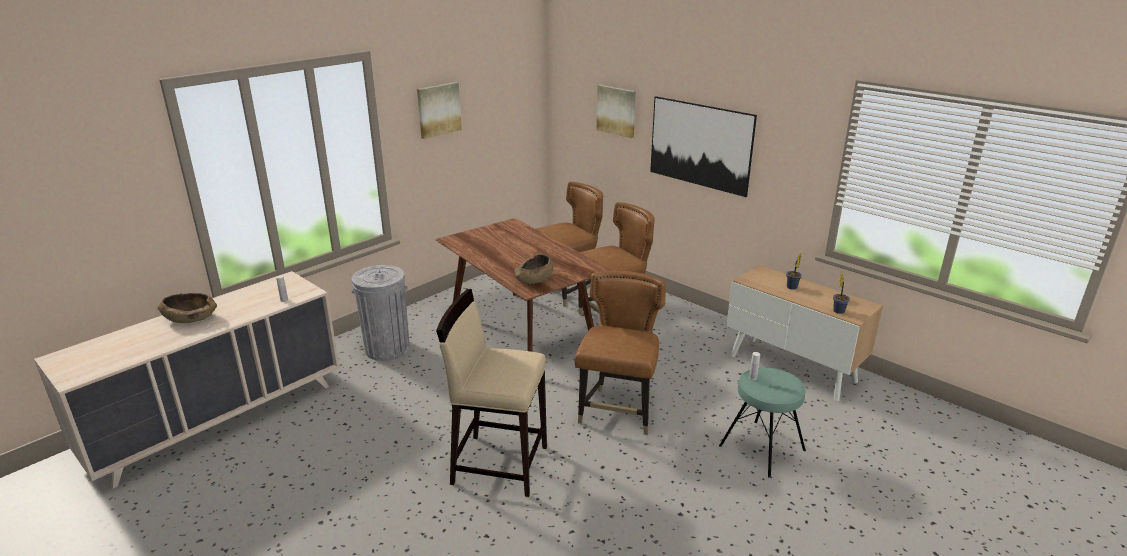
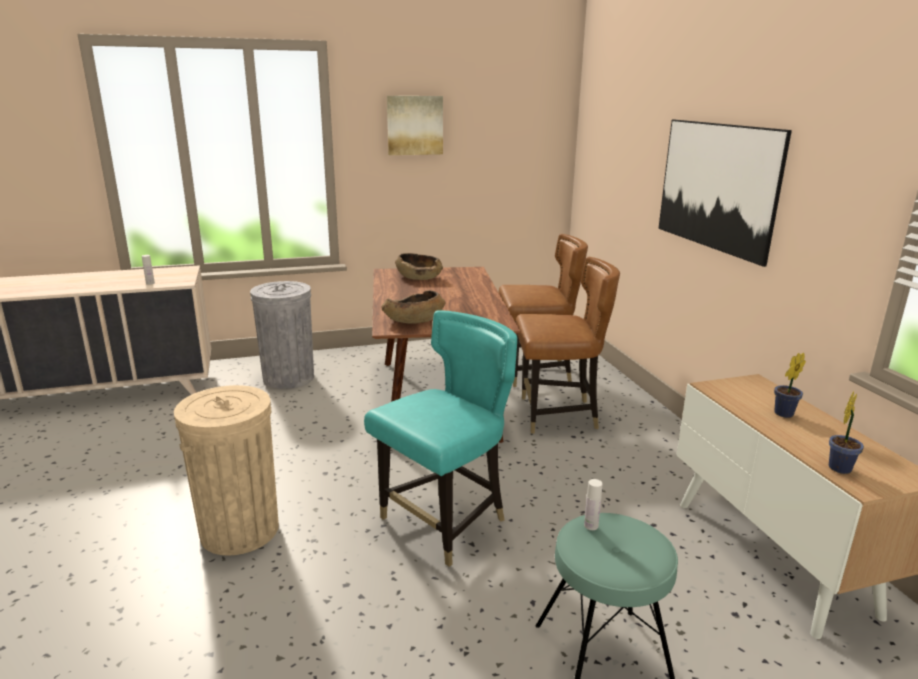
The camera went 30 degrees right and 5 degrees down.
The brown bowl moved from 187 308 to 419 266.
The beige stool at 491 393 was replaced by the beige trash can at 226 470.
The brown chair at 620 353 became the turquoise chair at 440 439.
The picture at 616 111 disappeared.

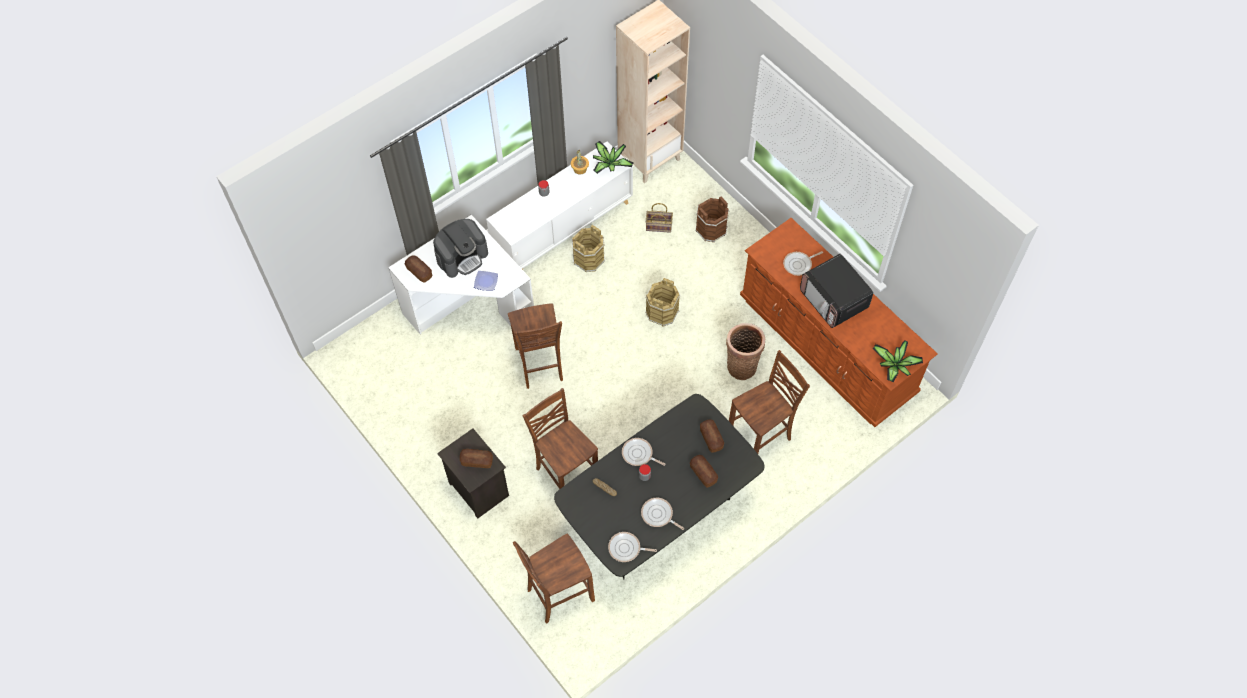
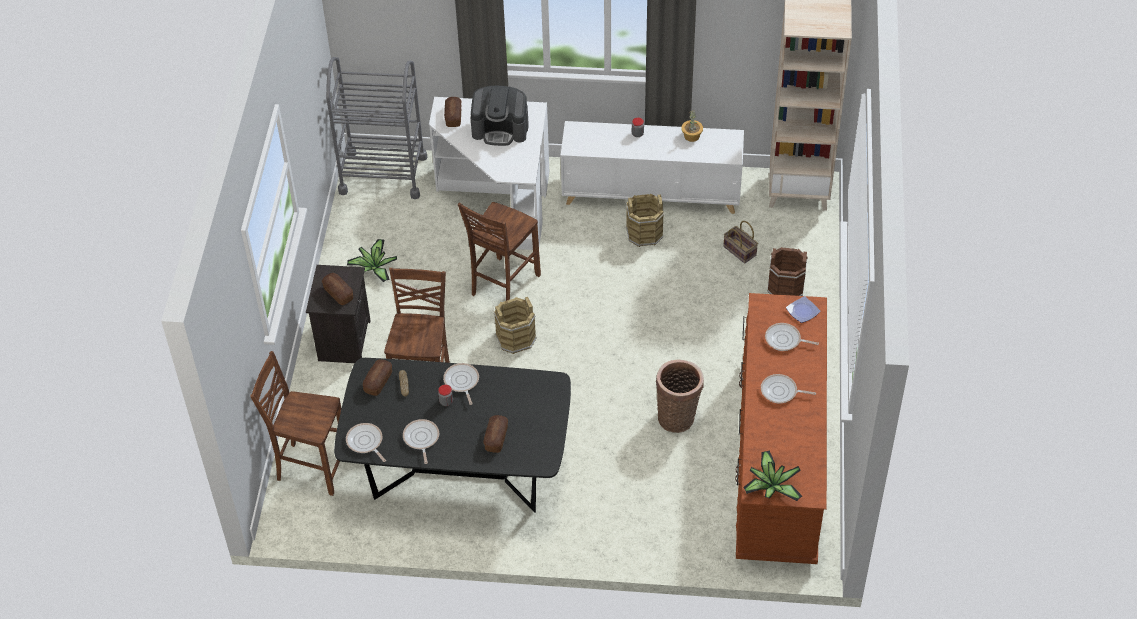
The camera went 45 degrees right and 10 degrees down.
The plate moved from 486 281 to 803 309.
The potted plant moved from 613 157 to 372 260.
The brown bucket moved from 662 302 to 515 325.
The bread moved from 712 436 to 377 377.
The brown chair at 769 402 disappeared.
The microwave at 836 291 was replaced by the frying pan at 788 389.
The grey cart at 376 128 appeared.

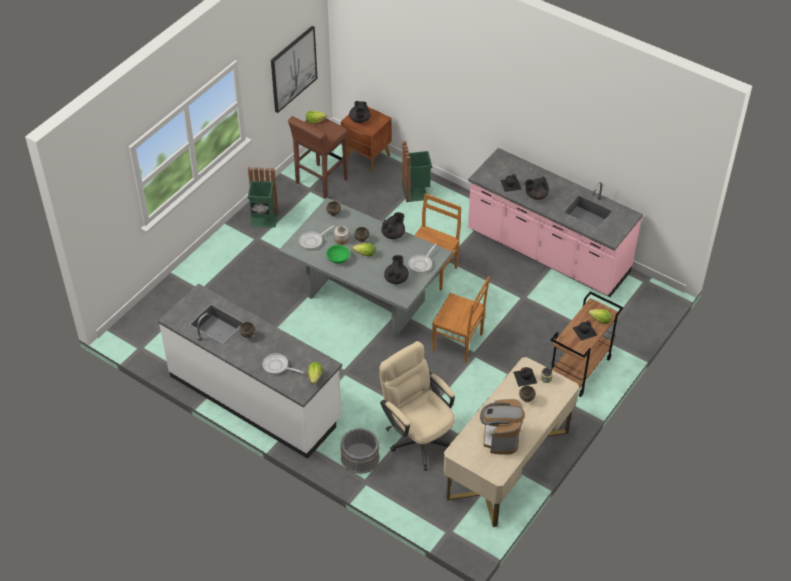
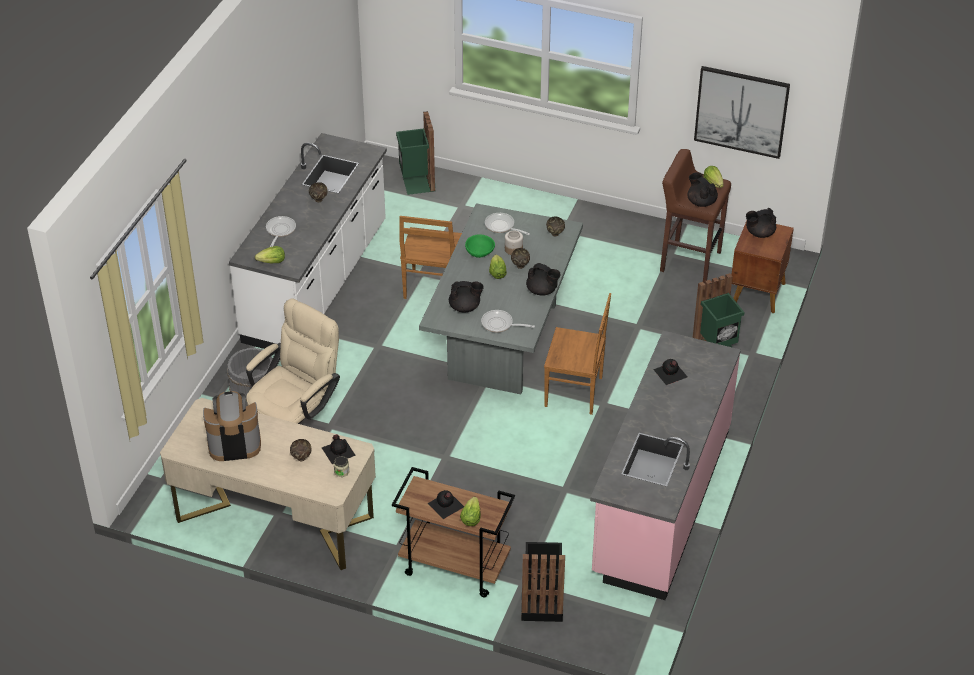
The camera went 75 degrees right and 5 degrees down.
The green trash can moved from 263 197 to 415 153.
The brown chair moved from 461 319 to 430 257.
The black teapot moved from 537 188 to 702 189.
The black trash can at 543 582 appeared.

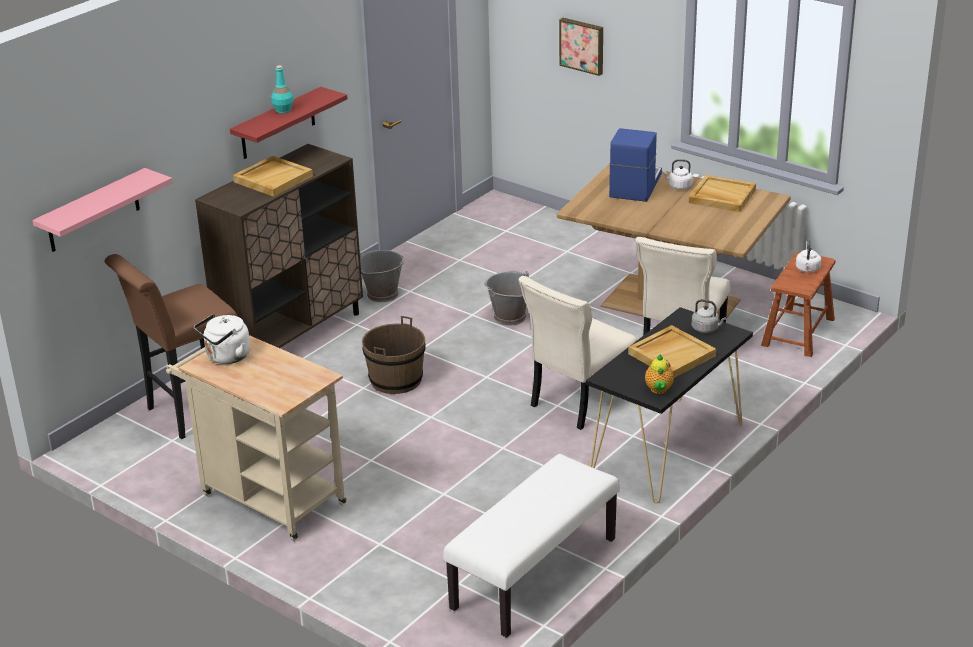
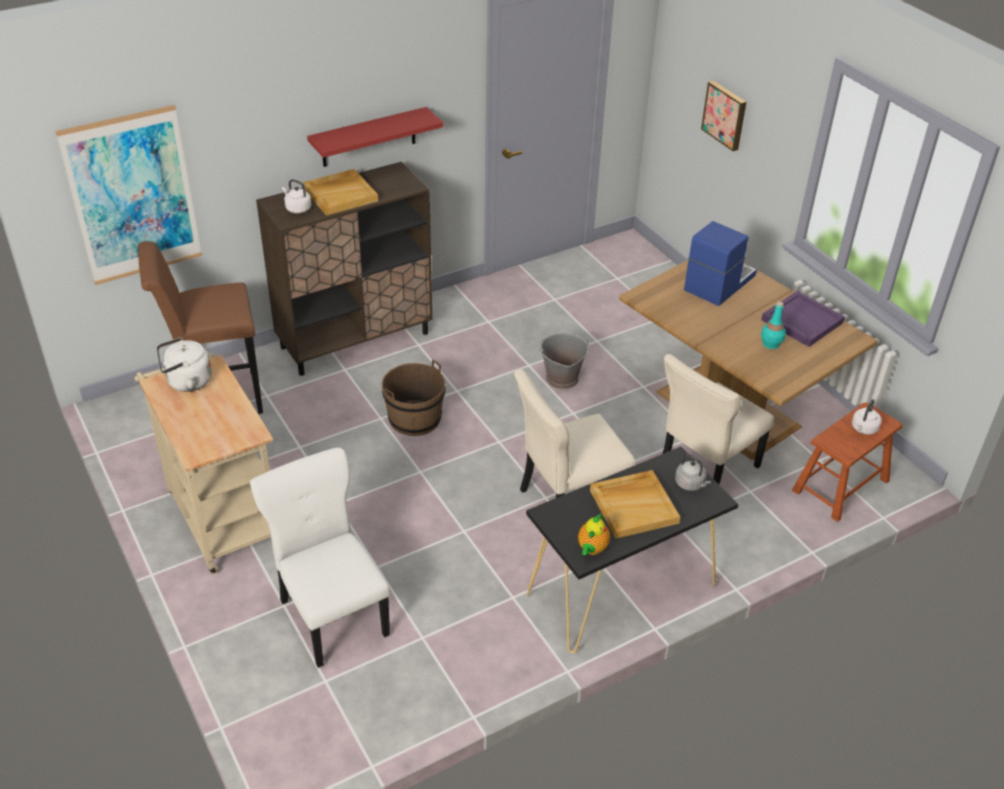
The camera went 20 degrees right and 10 degrees up.
The pink shelf at 102 210 was replaced by the picture at 129 195.
The turquoise bottle moved from 282 89 to 773 325.
The grey bucket at 382 276 disappeared.
The white bench at 531 546 disappeared.
The white kettle moved from 677 174 to 296 196.
The beige tray at 722 193 became the purple tray at 803 319.
The white chair at 320 557 appeared.

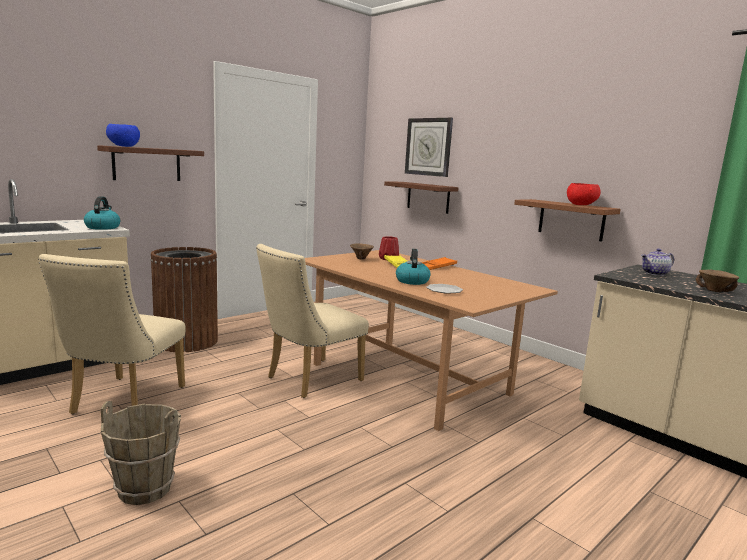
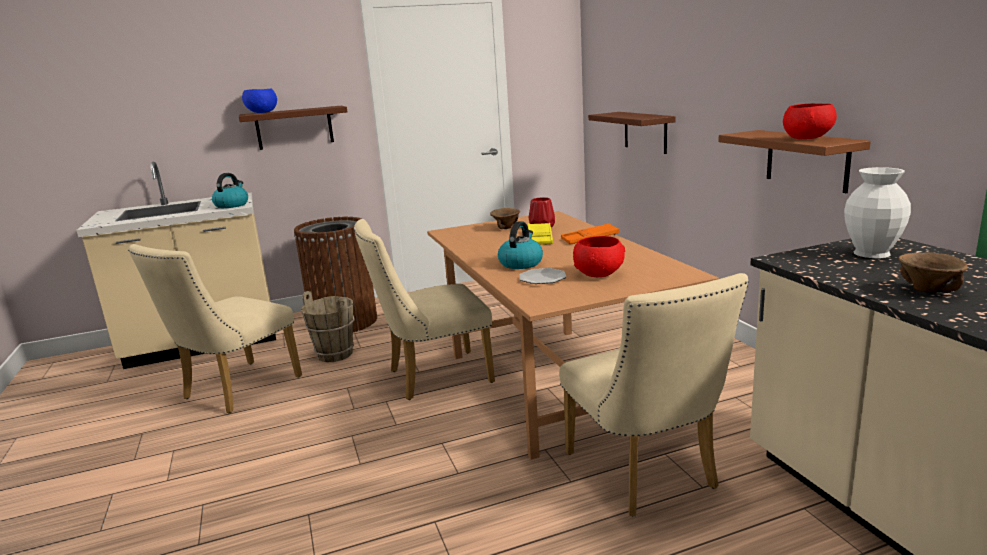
The camera went 25 degrees right and 5 degrees up.
The brown bucket moved from 141 453 to 328 326.
The wall clock at 429 147 disappeared.
The teapot at 657 262 was replaced by the white vase at 877 212.
The beige chair at 654 394 appeared.
The red bowl at 599 256 appeared.

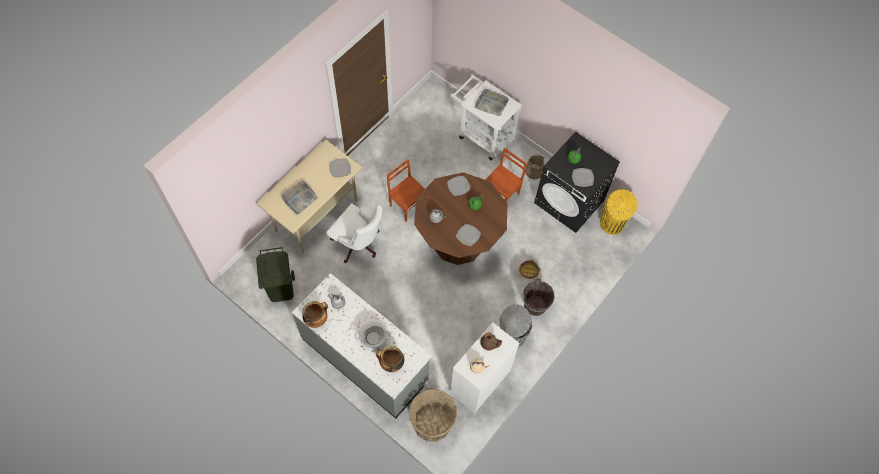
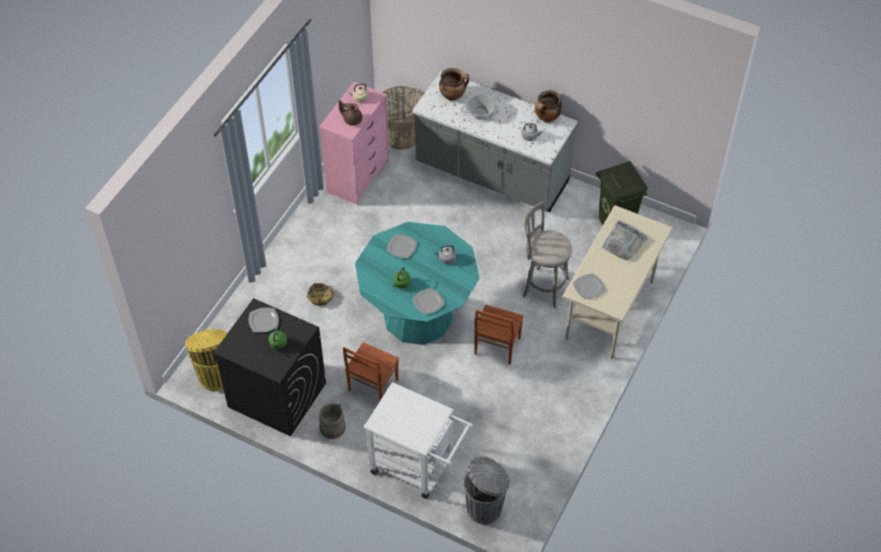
The camera went 170 degrees right and 10 degrees down.
The white office chair at 354 233 was replaced by the grey stool at 547 254.
The brown chair at 406 190 turned 75 degrees clockwise.
The brown dining table at 460 218 became the turquoise dining table at 417 283.
The white dresser at 485 368 became the pink dresser at 354 143.
The grey tray at 491 102 disappeared.
The grey trash can moved from 515 326 to 487 490.
The brown bucket at 539 297 disappeared.

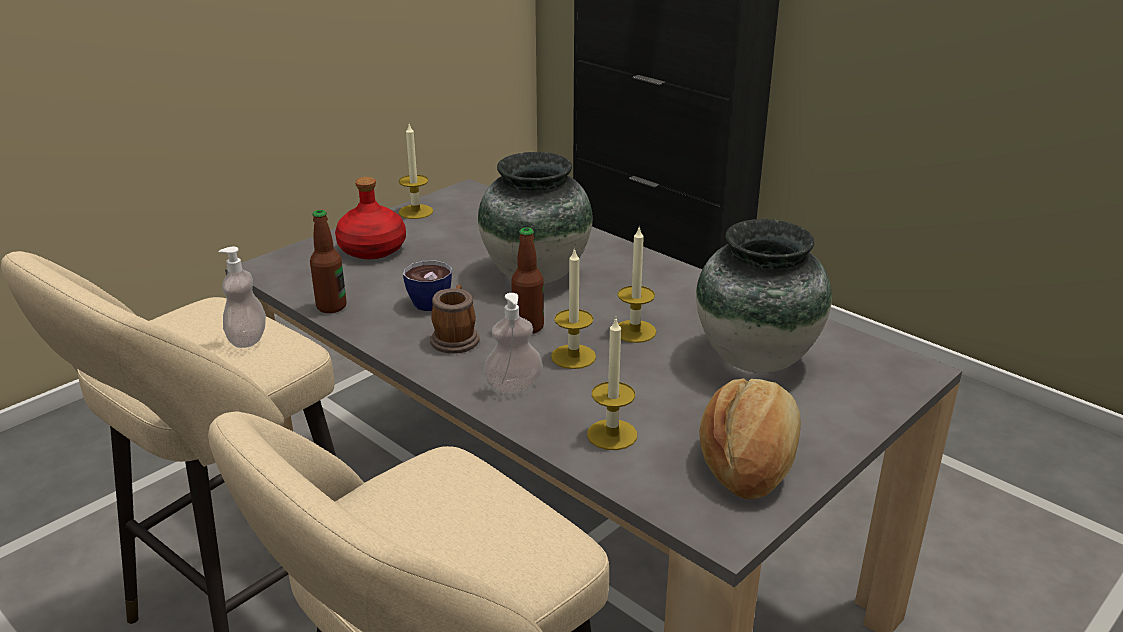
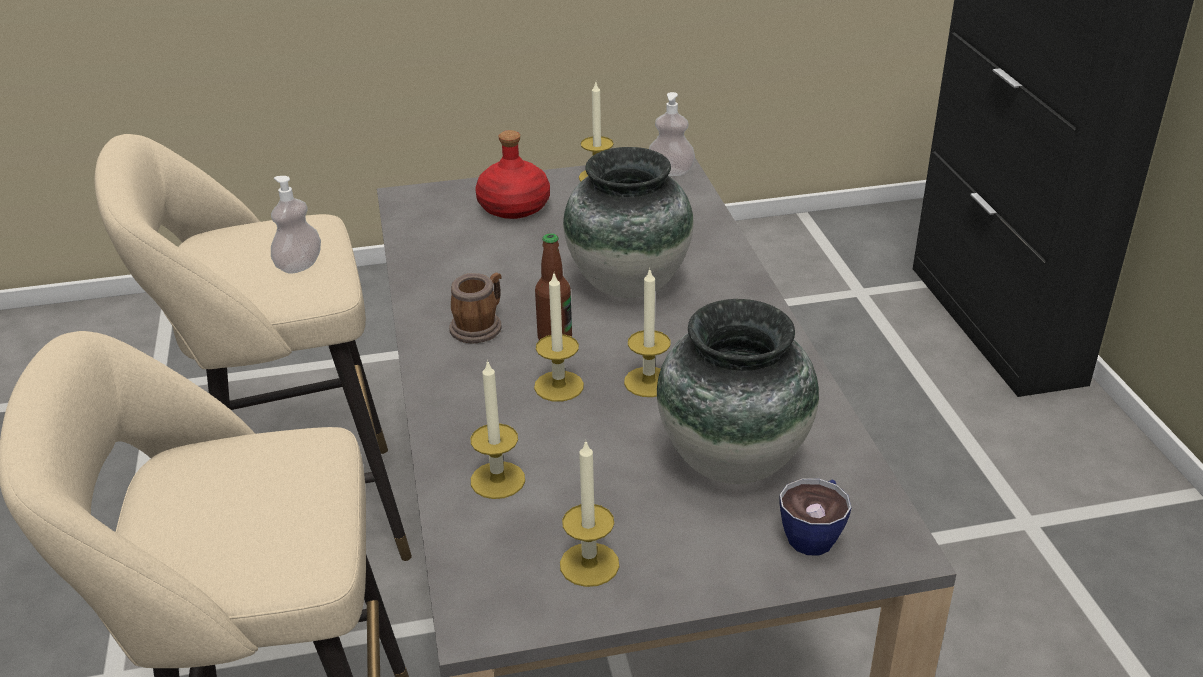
The camera went 35 degrees right and 5 degrees up.
The bottle at 328 261 disappeared.
The cup moved from 427 285 to 815 516.
The soap dispenser moved from 513 343 to 672 134.
The bread at 750 438 was replaced by the candle at 589 513.

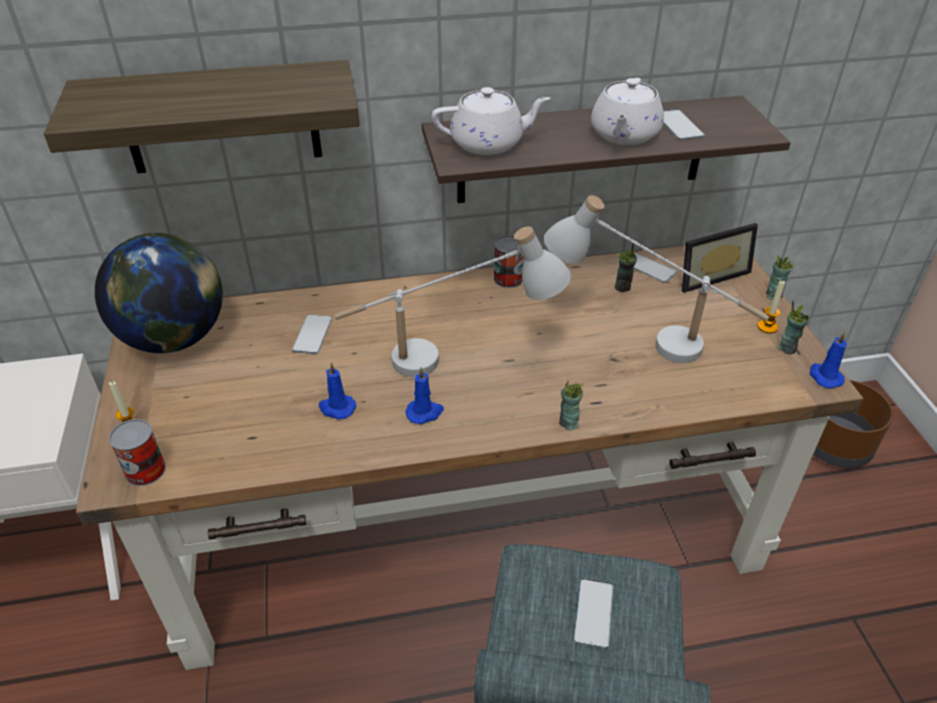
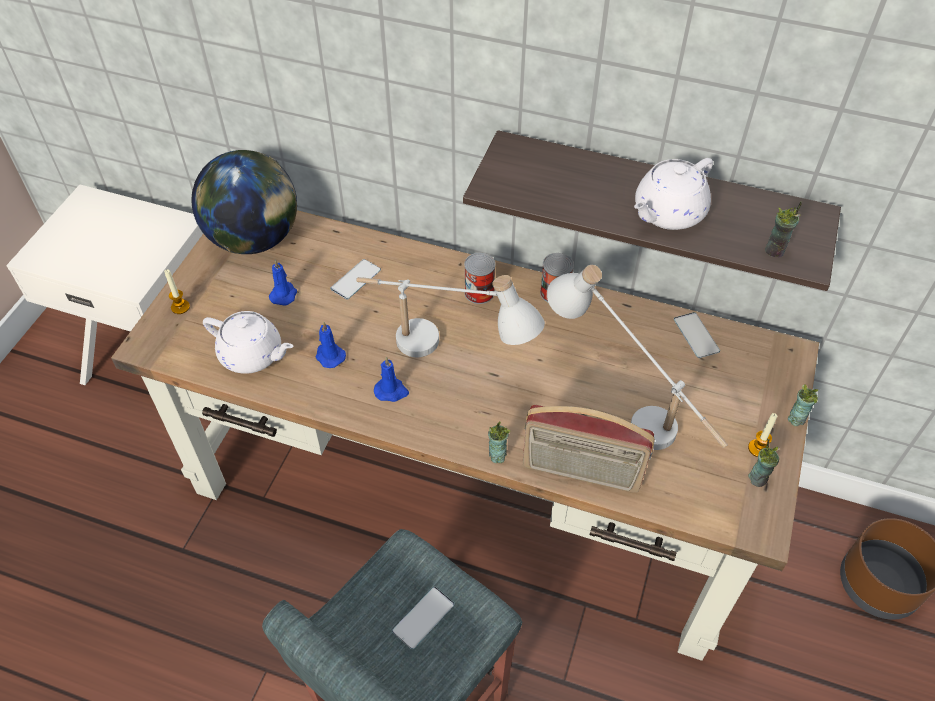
The camera went 30 degrees right and 10 degrees up.
The shelf at 202 116 disappeared.
The can moved from 137 452 to 480 278.
The white teapot moved from 491 121 to 248 342.
The cup moved from 626 267 to 783 230.
The phone at 684 124 disappeared.
The picture frame at 720 258 disappeared.
The blue candle moved from 828 360 to 283 282.
The radio at 589 449 appeared.

